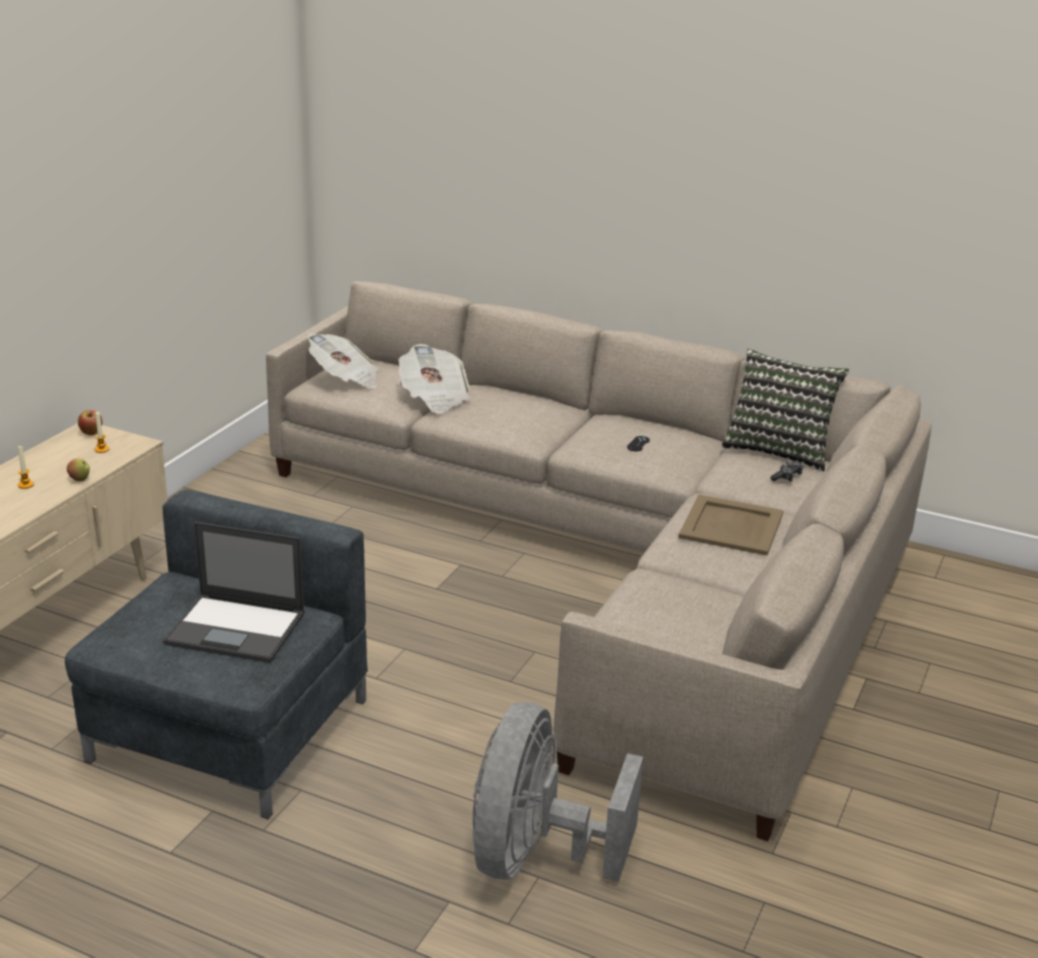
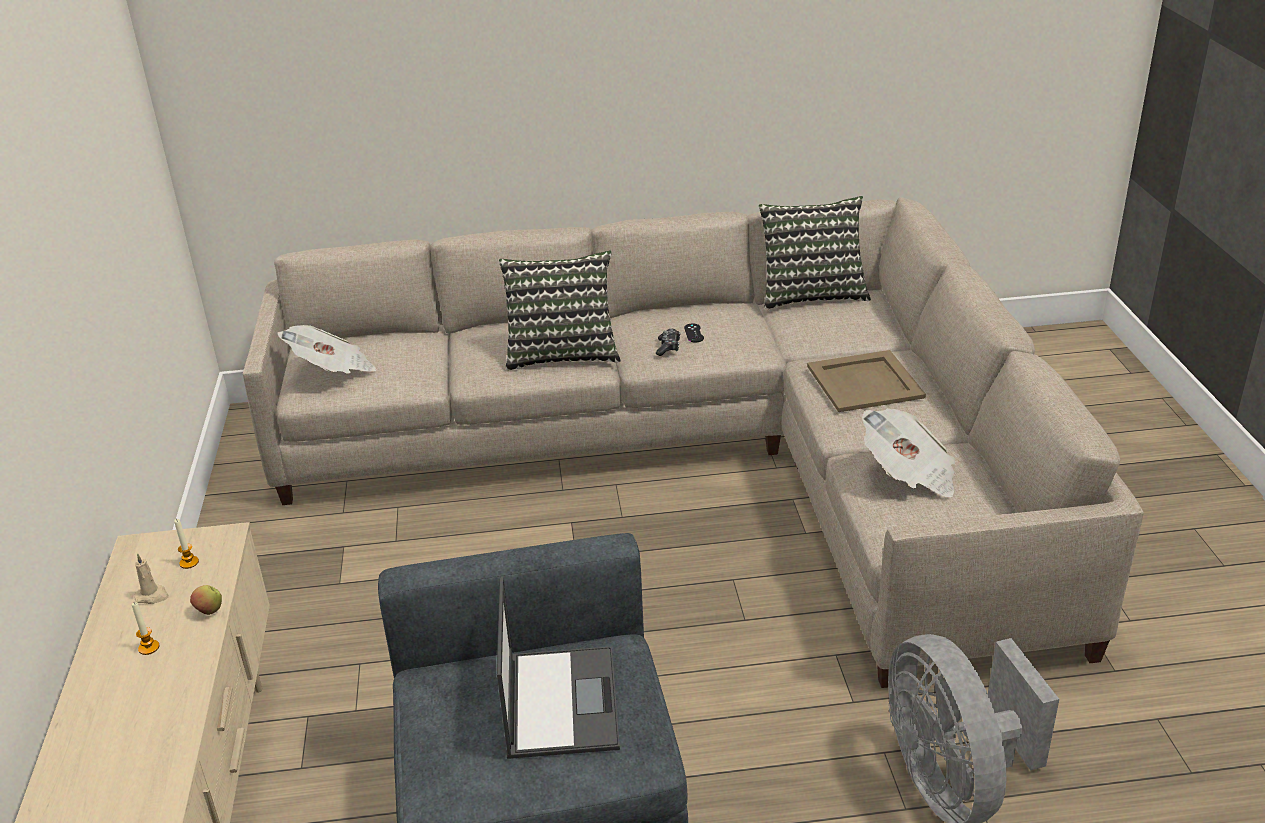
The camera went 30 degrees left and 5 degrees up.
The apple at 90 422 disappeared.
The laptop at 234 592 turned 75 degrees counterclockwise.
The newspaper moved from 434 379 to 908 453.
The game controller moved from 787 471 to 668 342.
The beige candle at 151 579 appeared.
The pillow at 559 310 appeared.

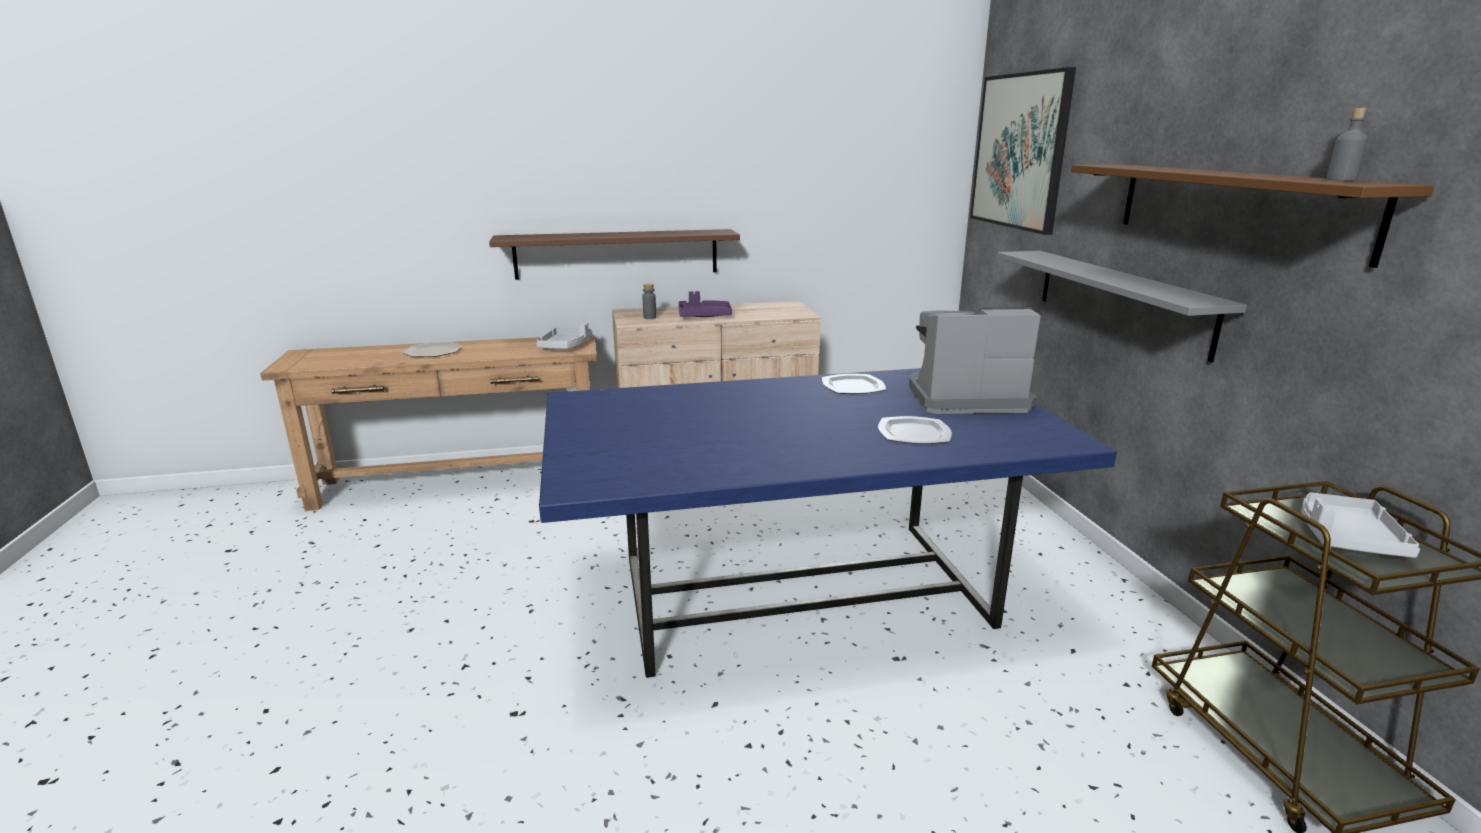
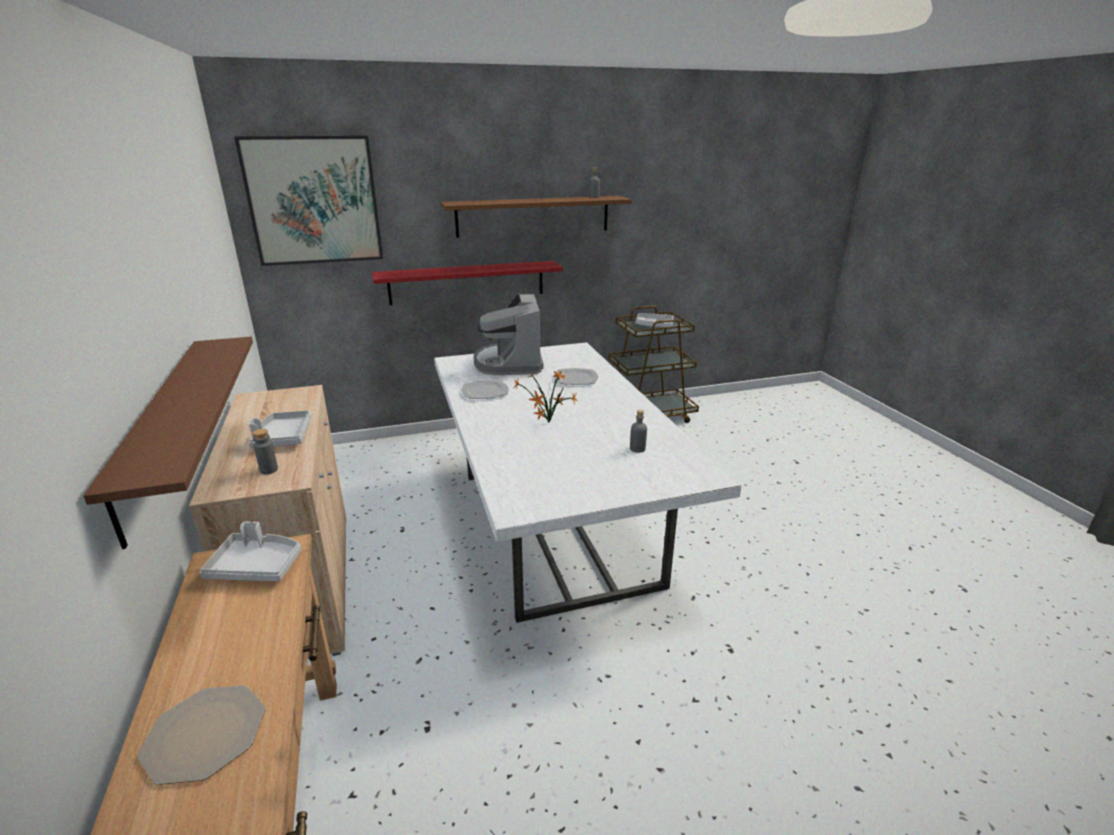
The camera went 95 degrees left and 5 degrees up.
The blue dining table at 828 523 became the white dining table at 588 482.
The purple tray at 705 304 became the grey tray at 280 429.
The grey shelf at 1122 306 became the red shelf at 467 283.
The potted plant at 545 397 appeared.
The grey bottle at 638 431 appeared.

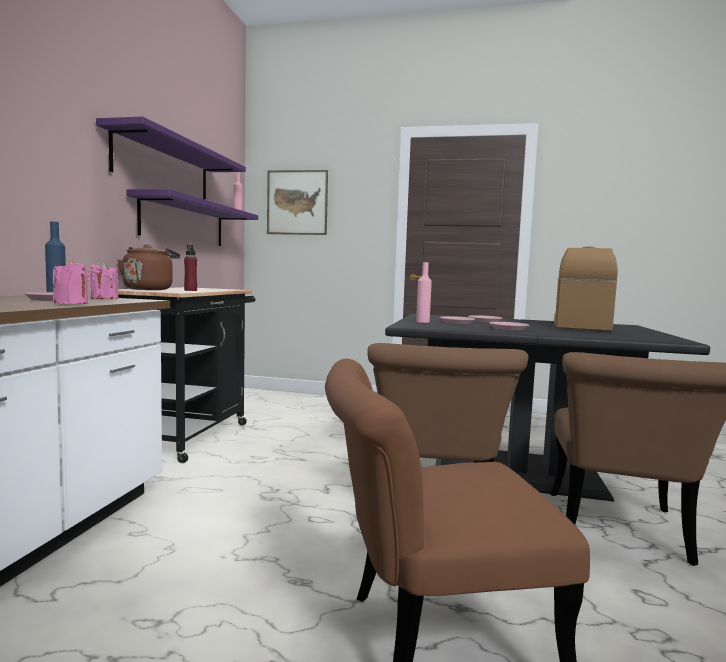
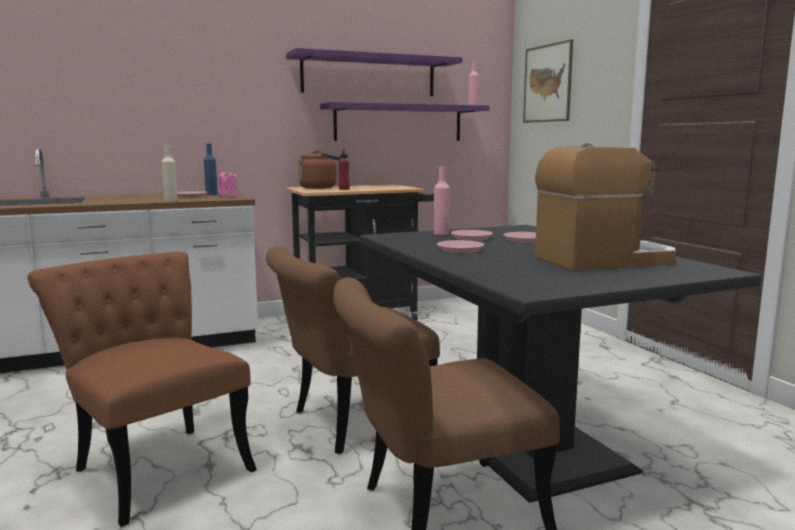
The camera went 55 degrees right and 5 degrees up.
The pink candle at 71 282 was replaced by the beige bottle at 169 172.

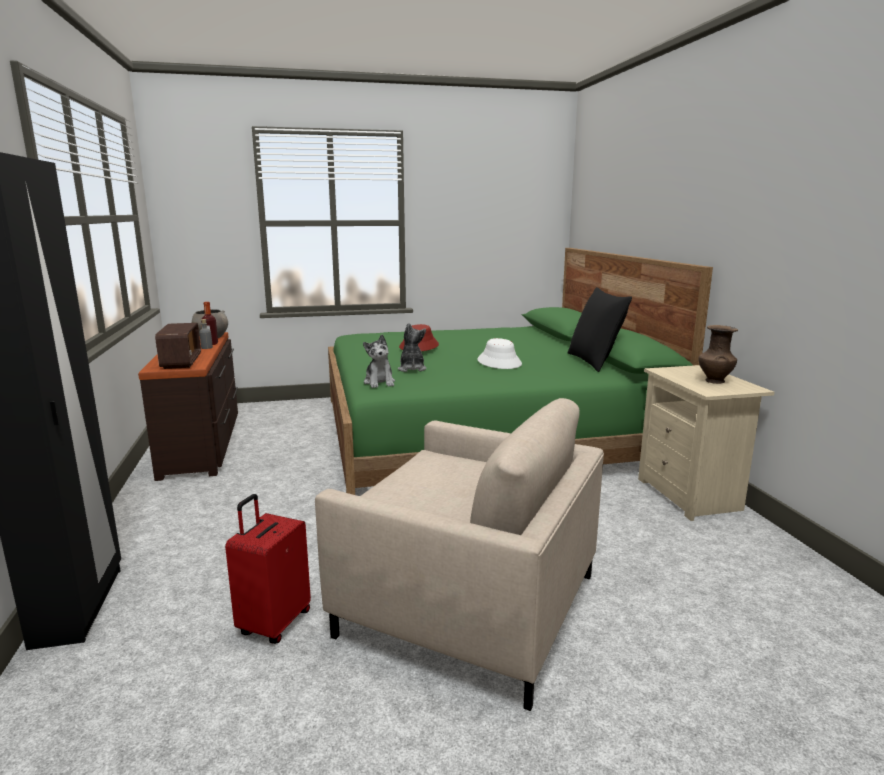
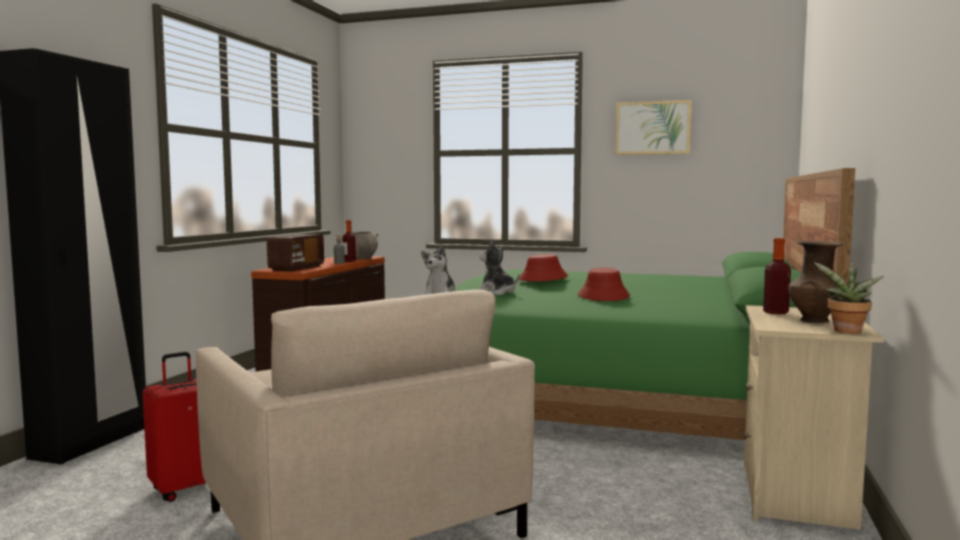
The camera went 30 degrees right and 10 degrees down.
The plush toy at 412 347 turned 75 degrees counterclockwise.
The white hat at 499 353 became the red hat at 604 284.
The black pillow at 600 329 disappeared.
The picture at 653 127 appeared.
The bottle at 777 276 appeared.
The potted plant at 849 297 appeared.

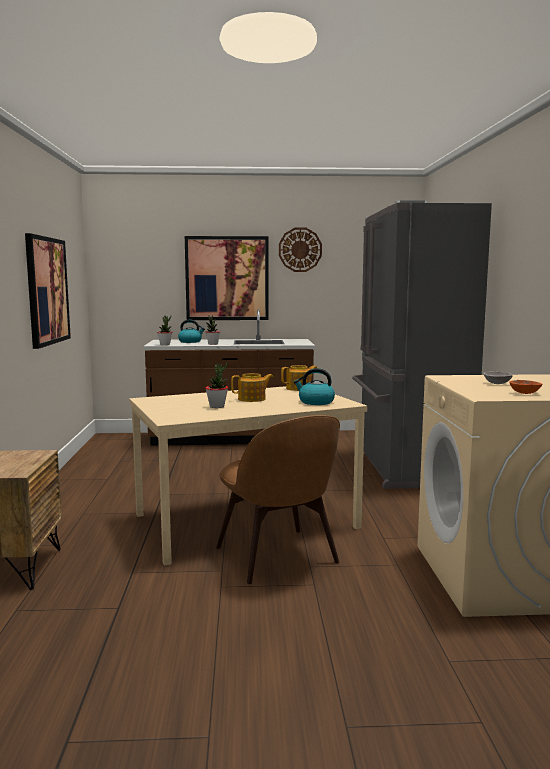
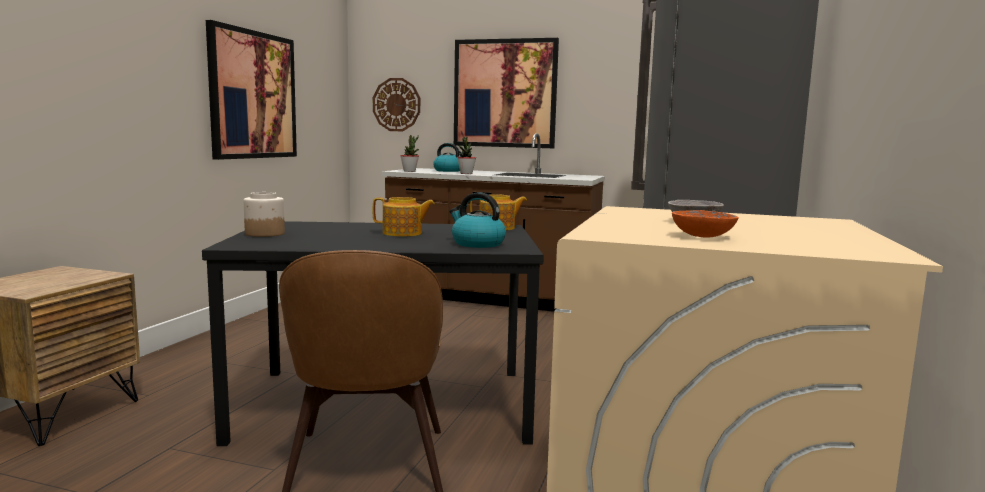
The camera went 20 degrees right and 0 degrees up.
The beige dining table at 248 476 became the black dining table at 373 333.
The potted plant at 216 385 disappeared.
The wall clock moved from 300 250 to 396 104.
The jar at 264 214 appeared.

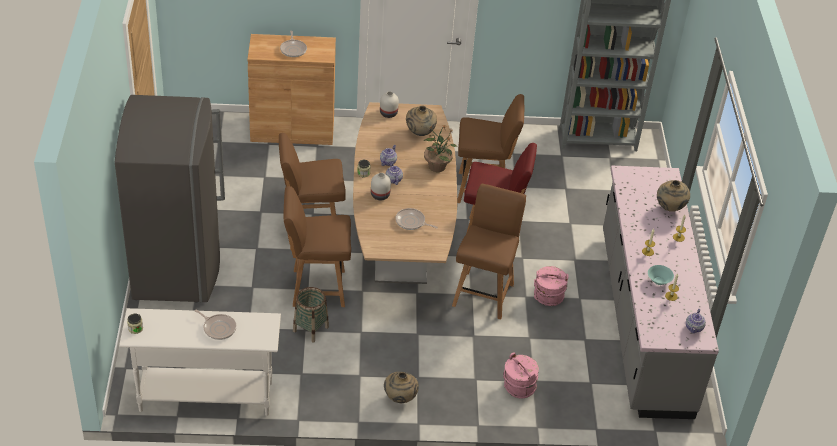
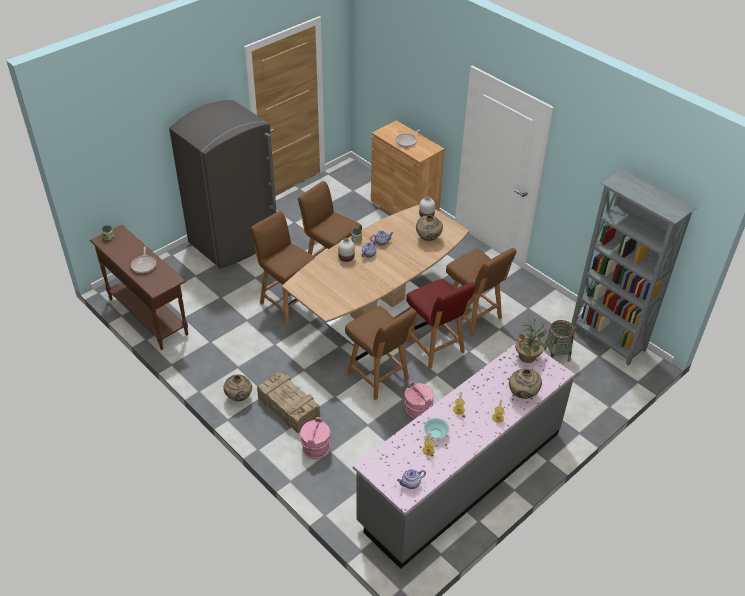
The camera went 50 degrees right and 0 degrees up.
The white console table at 200 362 became the brown console table at 139 287.
The basket moved from 311 315 to 559 341.
The frying pan at 416 219 disappeared.
The potted plant moved from 440 148 to 531 340.
The brown chair at 489 251 turned 75 degrees clockwise.
The crate at 288 402 appeared.

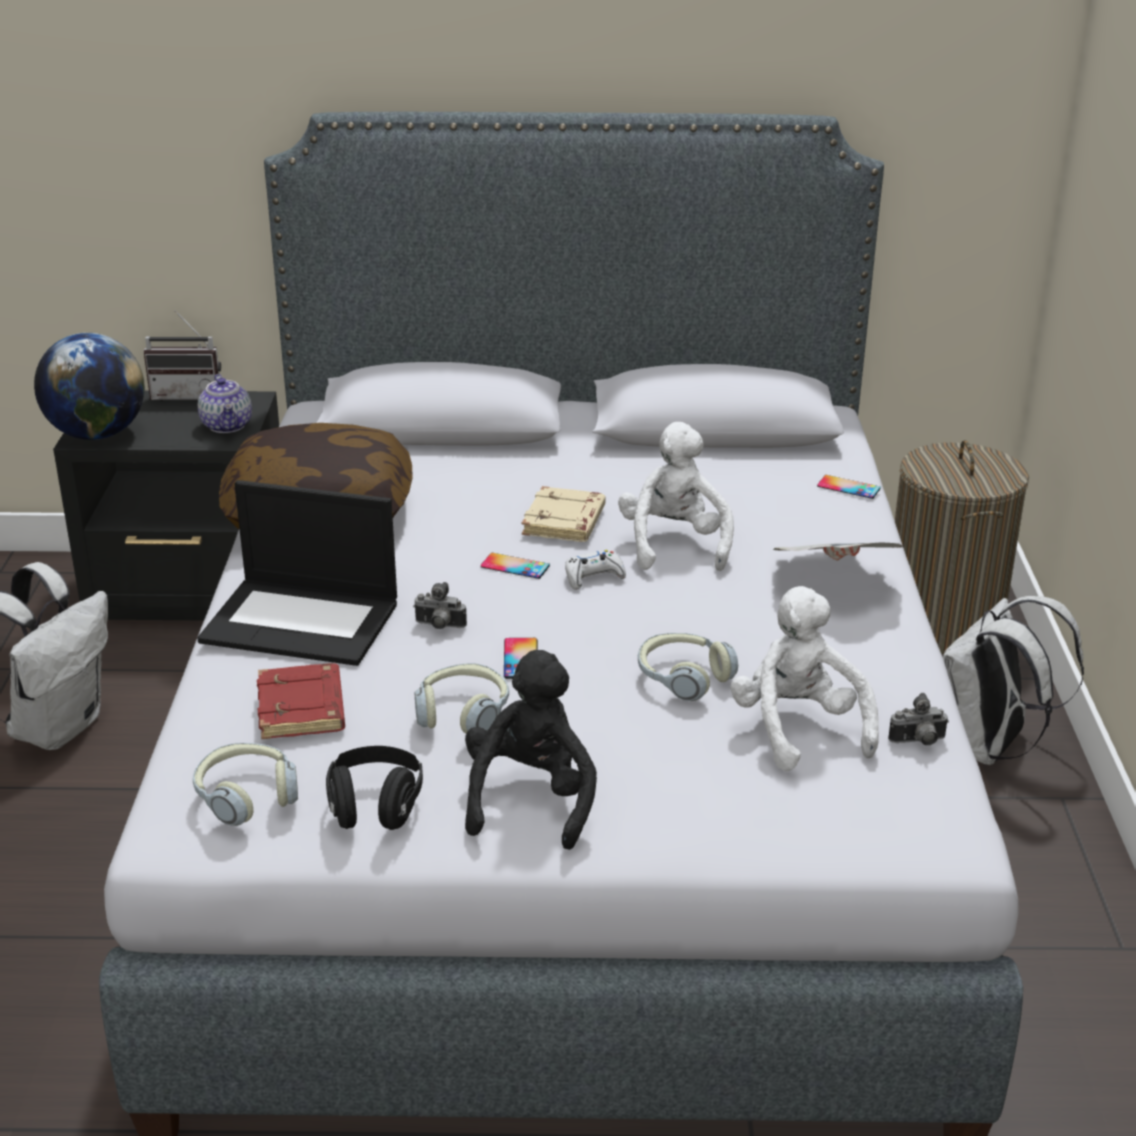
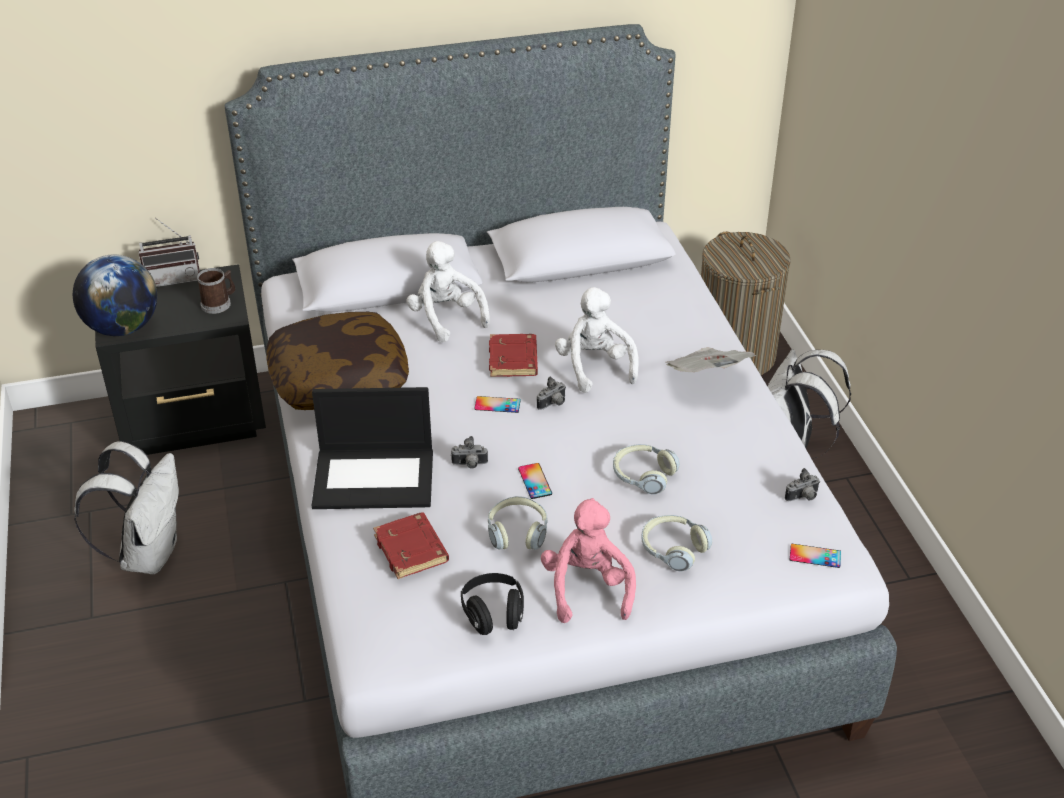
The camera went 15 degrees left and 10 degrees up.
The headphones moved from 245 784 to 676 543.
The teapot at 225 403 was replaced by the mug at 216 291.
The black plush toy at 531 750 became the pink plush toy at 588 560.
The beige book at 563 514 became the red book at 513 355.
The white game controller at 595 570 was replaced by the photo camera at 551 393.
The white plush toy moved from 804 678 to 448 291.
The phone moved from 849 487 to 815 556.

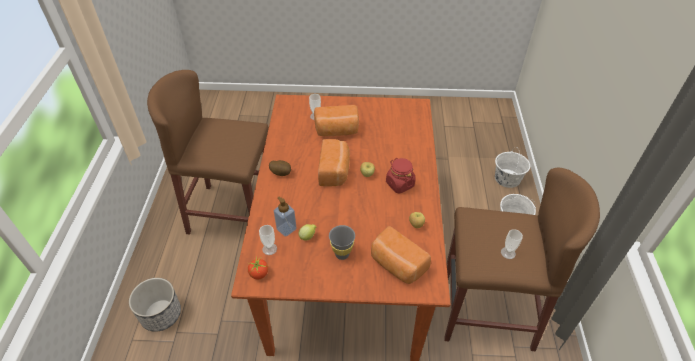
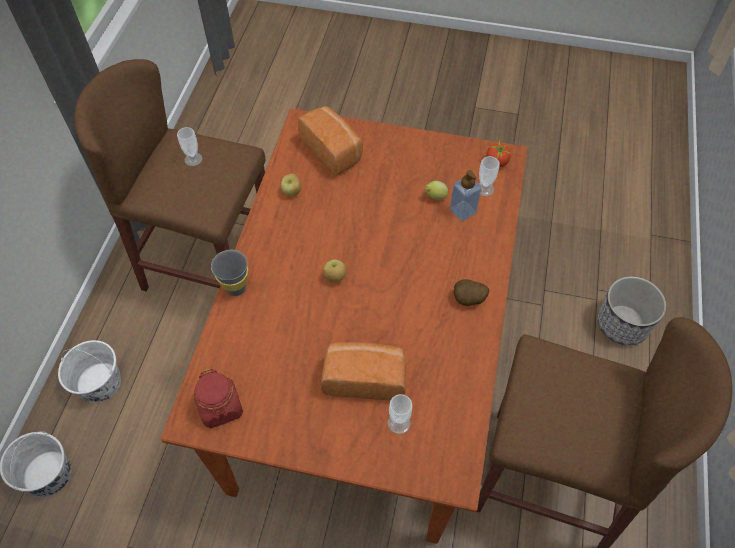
The camera went 170 degrees left and 10 degrees up.
The bread at 334 162 disappeared.
The grey cup moved from 342 242 to 229 273.
The red jar moved from 401 176 to 218 398.

